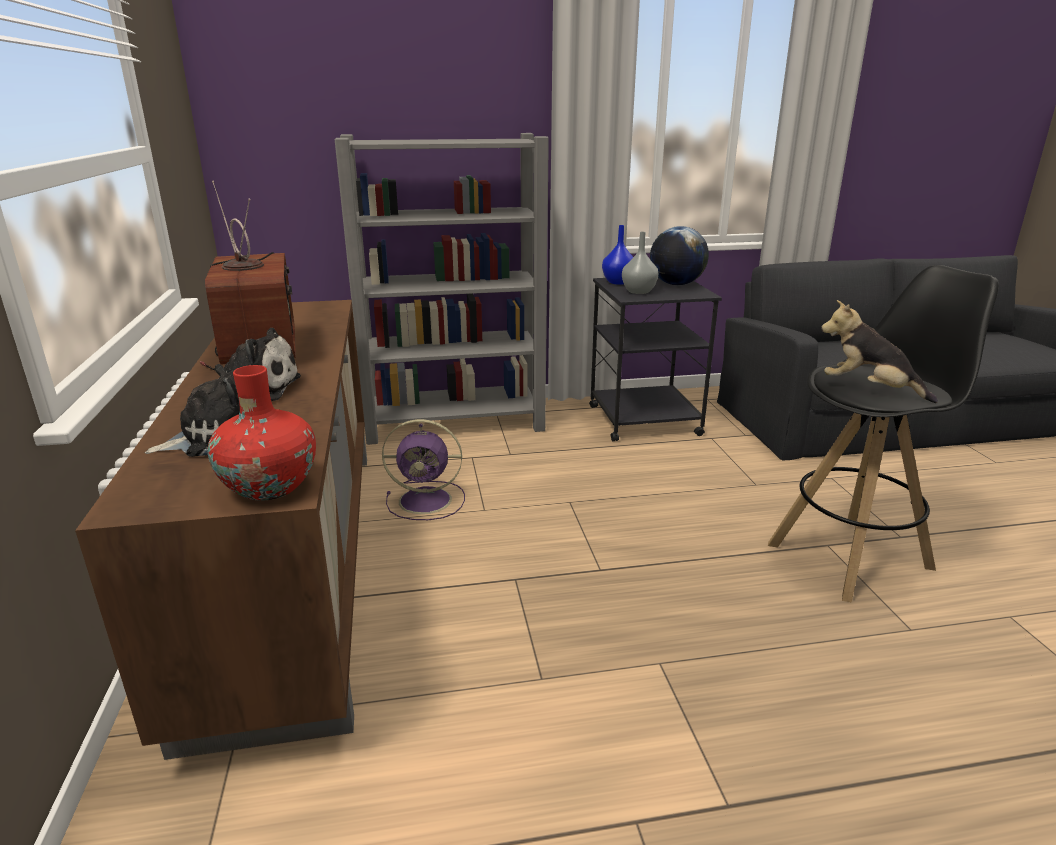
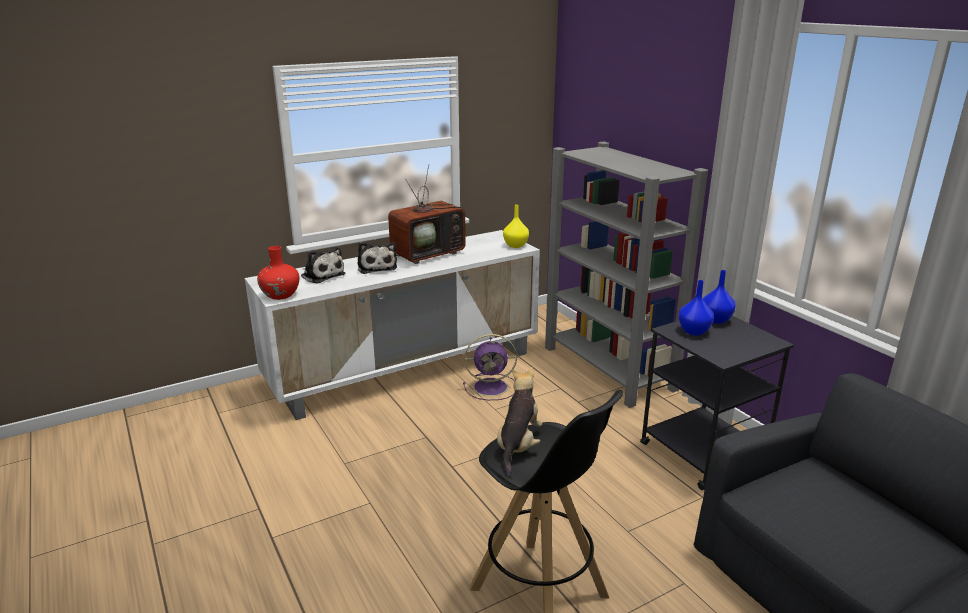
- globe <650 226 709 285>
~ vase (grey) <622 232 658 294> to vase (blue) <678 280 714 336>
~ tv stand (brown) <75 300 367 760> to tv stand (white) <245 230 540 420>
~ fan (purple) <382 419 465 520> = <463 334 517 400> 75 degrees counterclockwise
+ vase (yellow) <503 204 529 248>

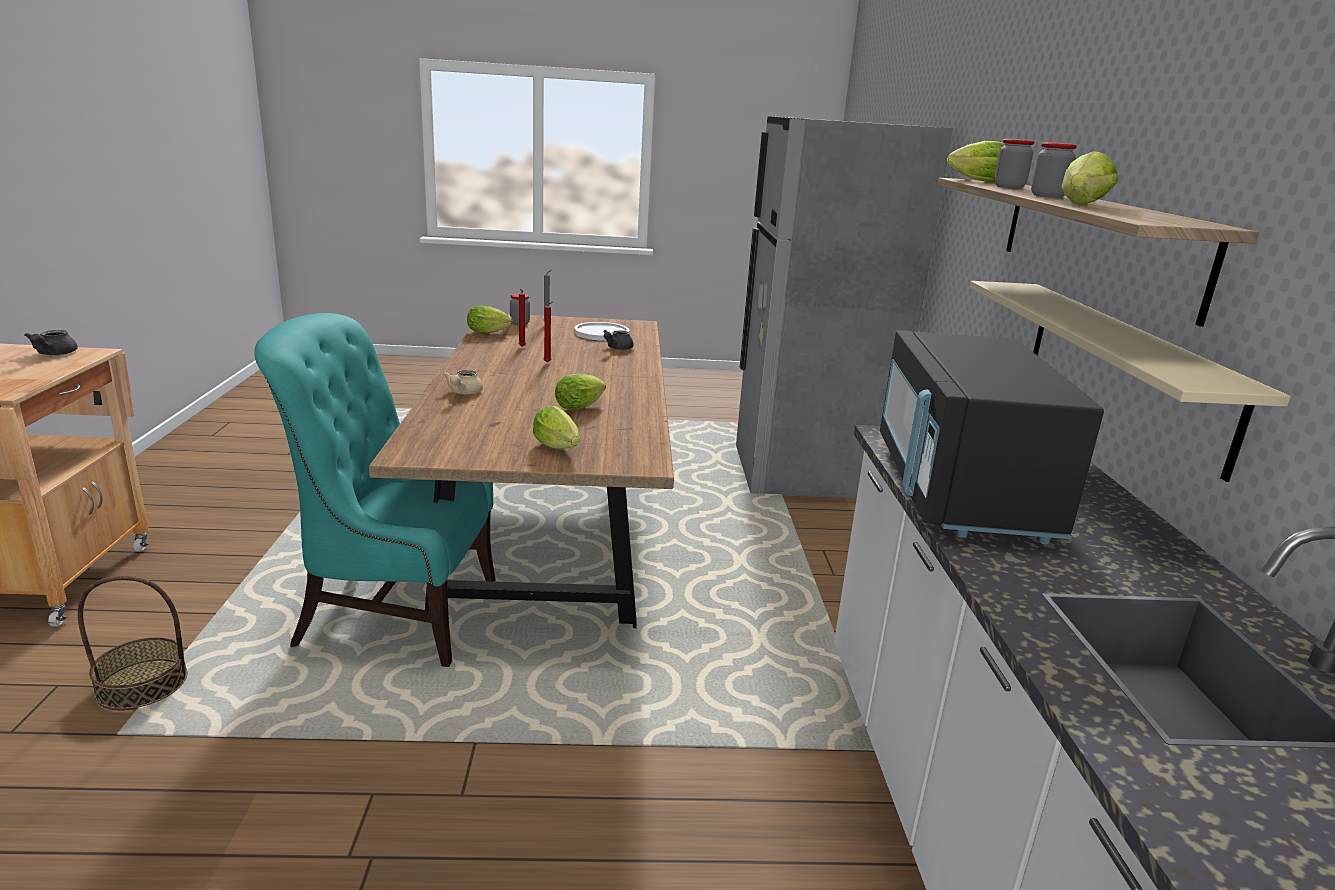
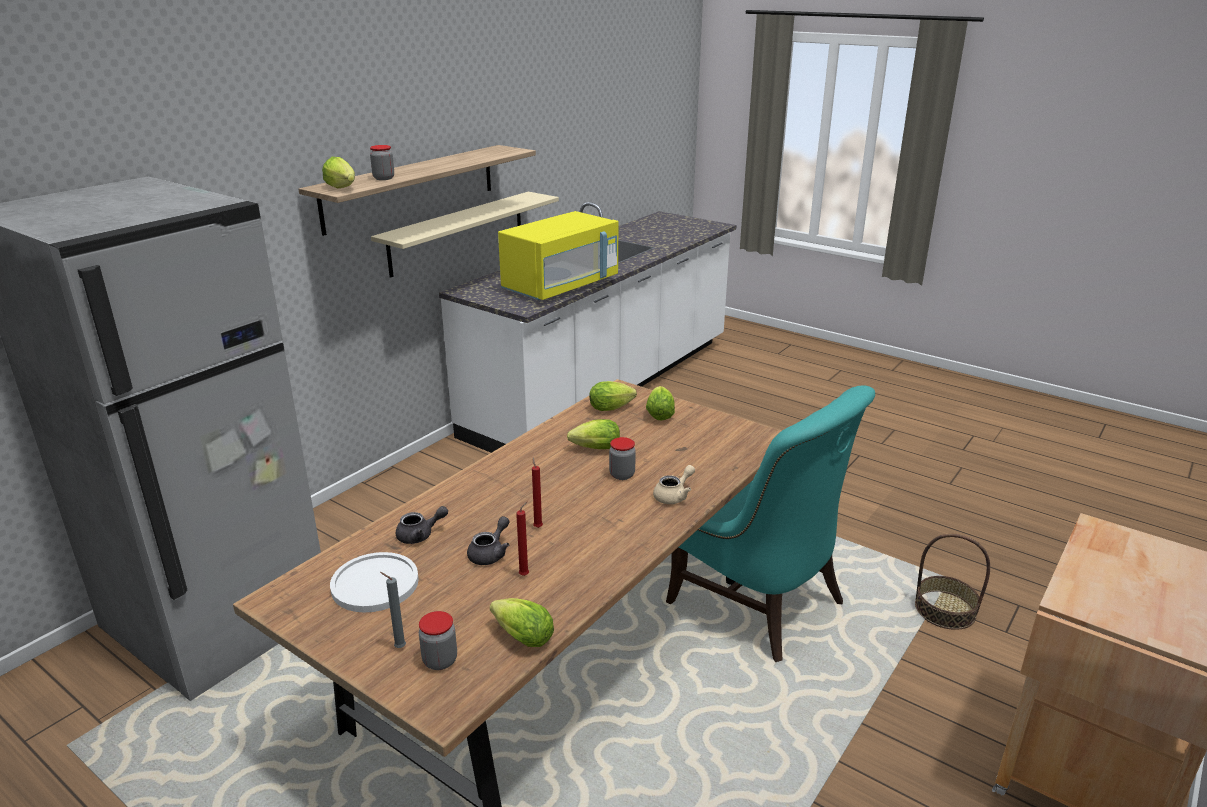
~ jar <1031 142 1077 198> to <609 437 636 480>
~ lettuce <1061 151 1118 204> to <589 381 637 411>
~ teapot (grey) <24 330 78 355> to <467 516 509 565>
~ microwave (black) <880 330 1104 545> to microwave (yellow) <498 211 618 300>

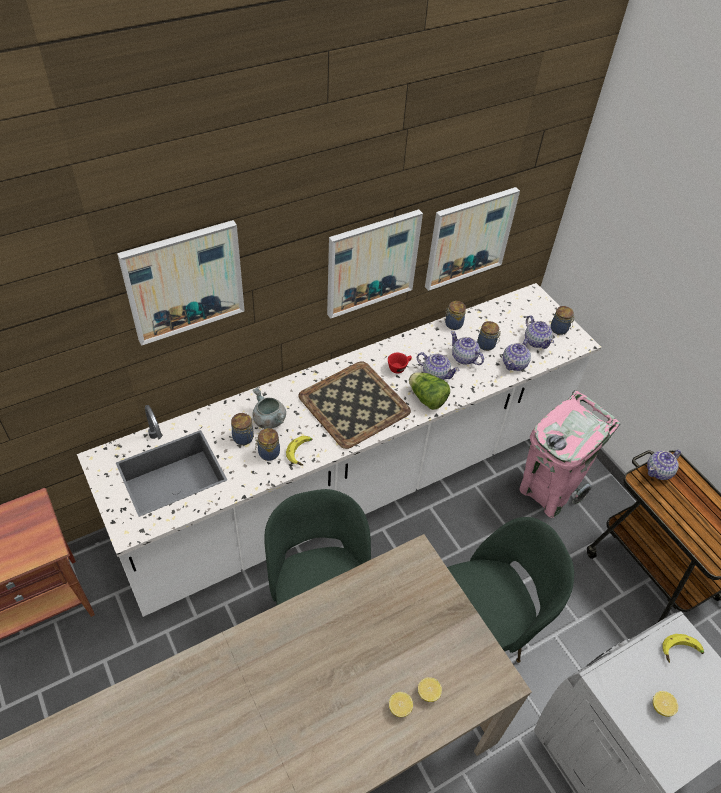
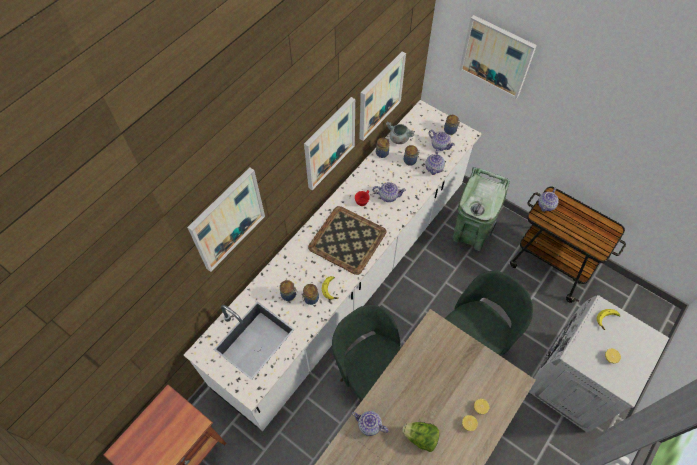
~ teapot <451 331 484 365> to <352 411 389 436>
~ lettuce <409 372 450 410> to <402 422 439 452>
~ cooking pot (grey) <252 388 286 429> to <386 122 415 144>
~ trash can (pink) <519 390 620 518> to trash can (green) <453 167 510 251>
+ picture <459 15 537 99>

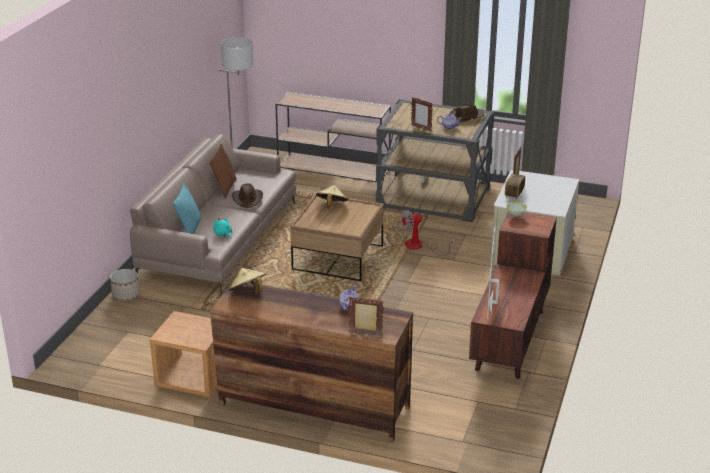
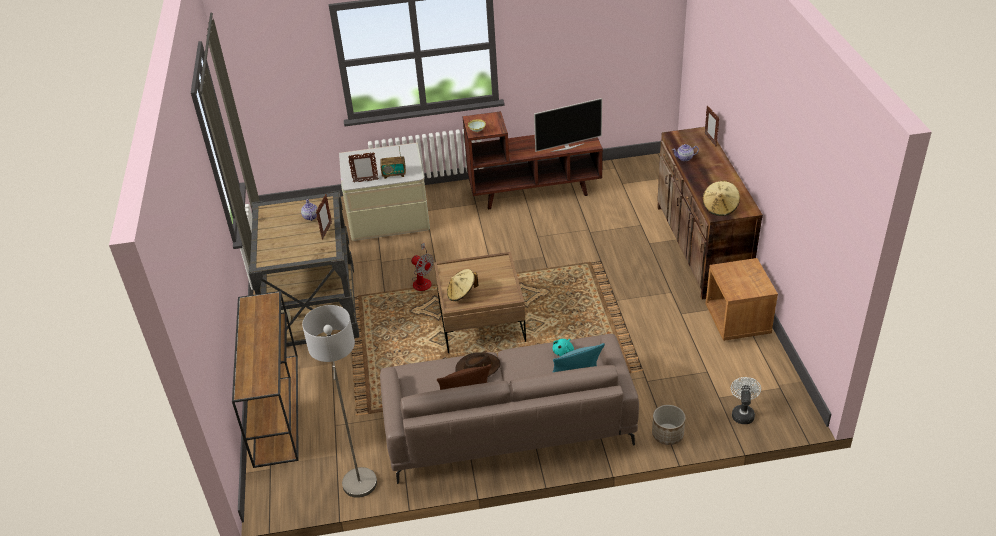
- hat (brown) <449 104 485 121>
+ fan (white) <731 377 761 424>

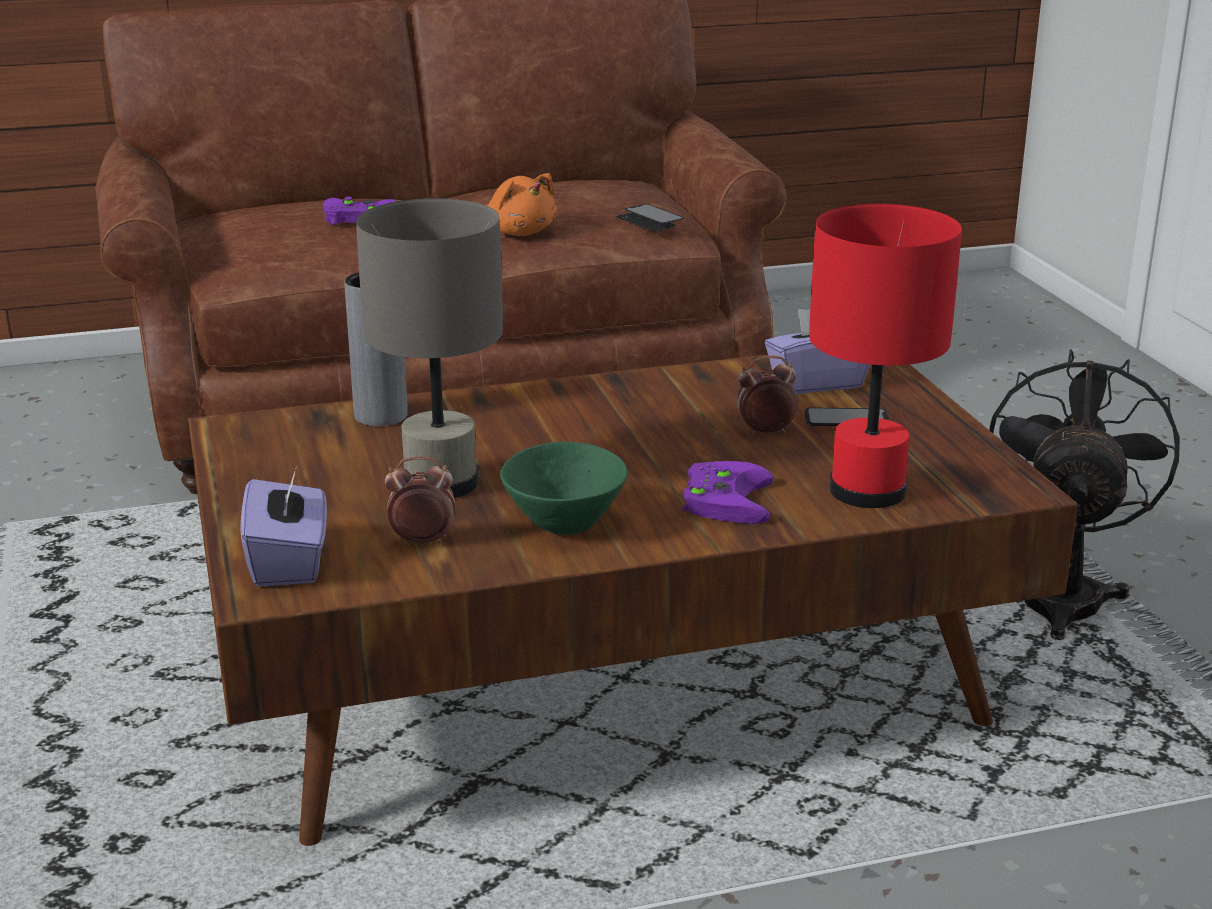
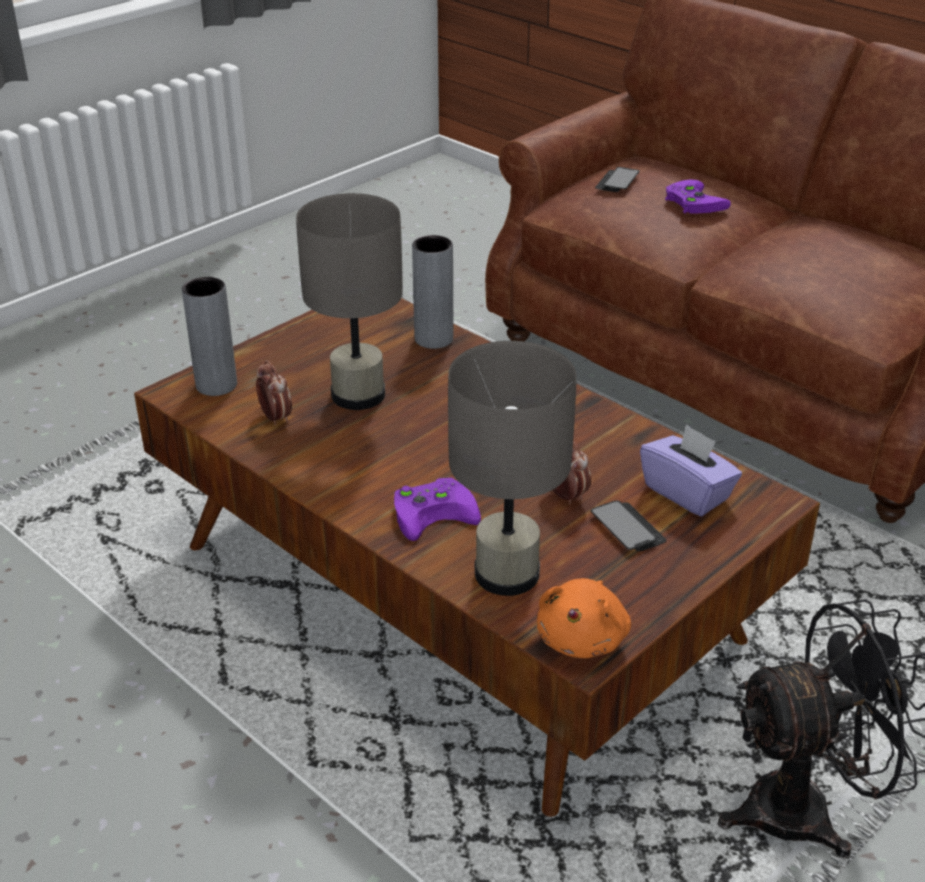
~ plush toy (orange) <486 173 557 236> to <537 578 631 658>
~ phone <616 204 684 231> to <595 167 640 192>
~ table lamp (red) <809 204 962 508> to table lamp (grey) <448 341 577 596>
- bowl (green) <500 441 628 535>
~ tissue box (purple) <240 467 327 587> to vase (grey) <182 277 237 396>

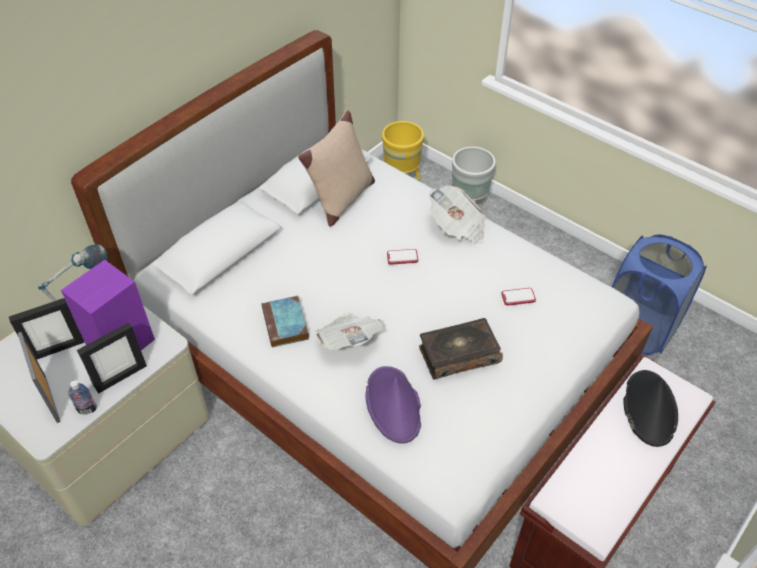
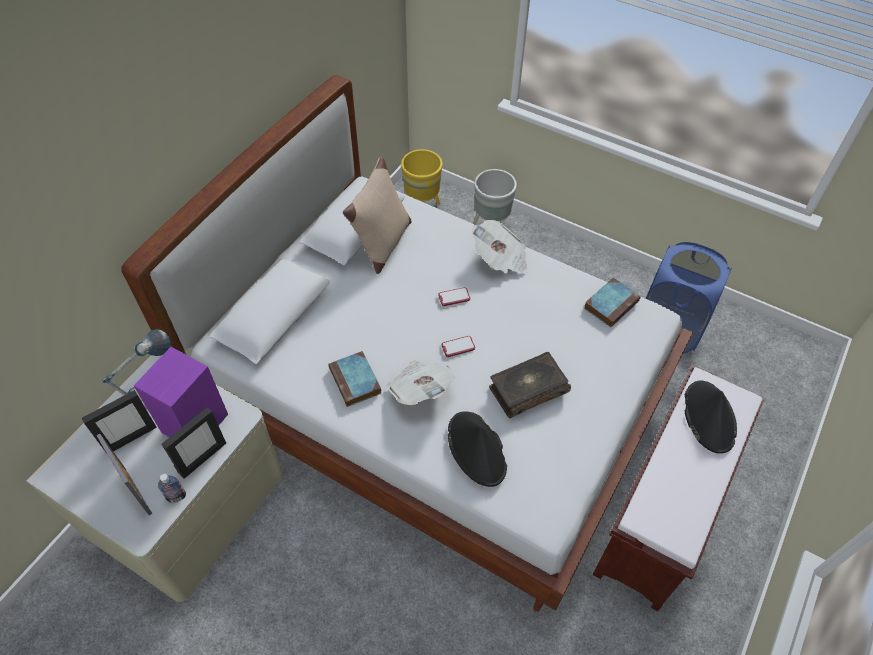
~ phone <501 288 536 306> to <442 336 475 357>
~ hat (purple) <366 366 421 444> to hat (black) <448 411 507 487>
+ book <584 278 641 327>

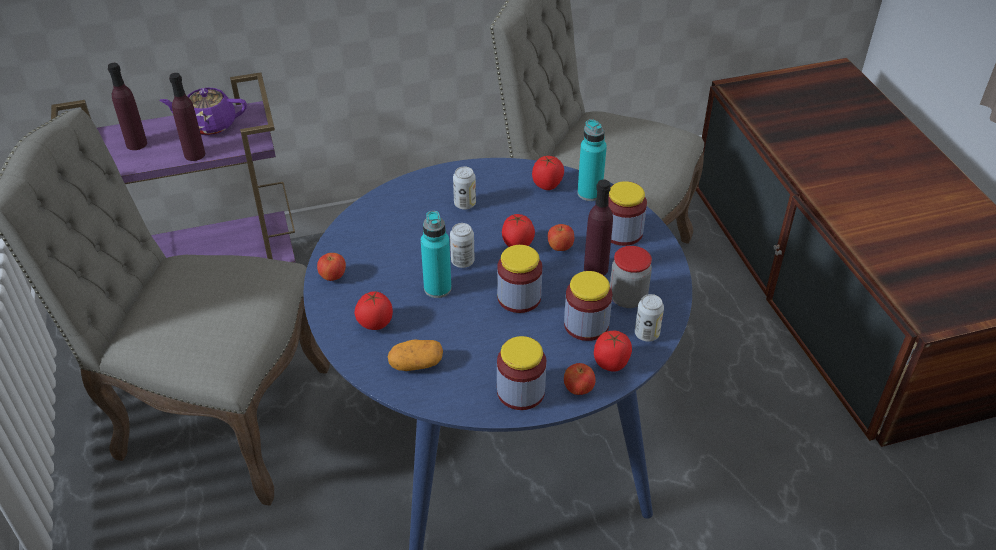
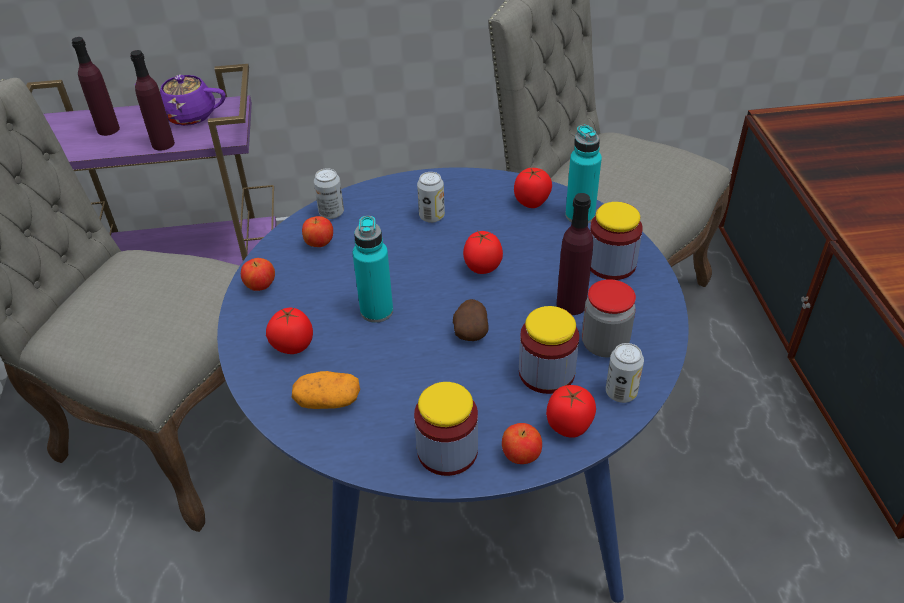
~ can <450 223 474 268> to <314 168 344 219>
~ apple <548 224 574 251> to <302 216 333 247>
~ jar <497 245 542 313> to potato <453 299 489 341>

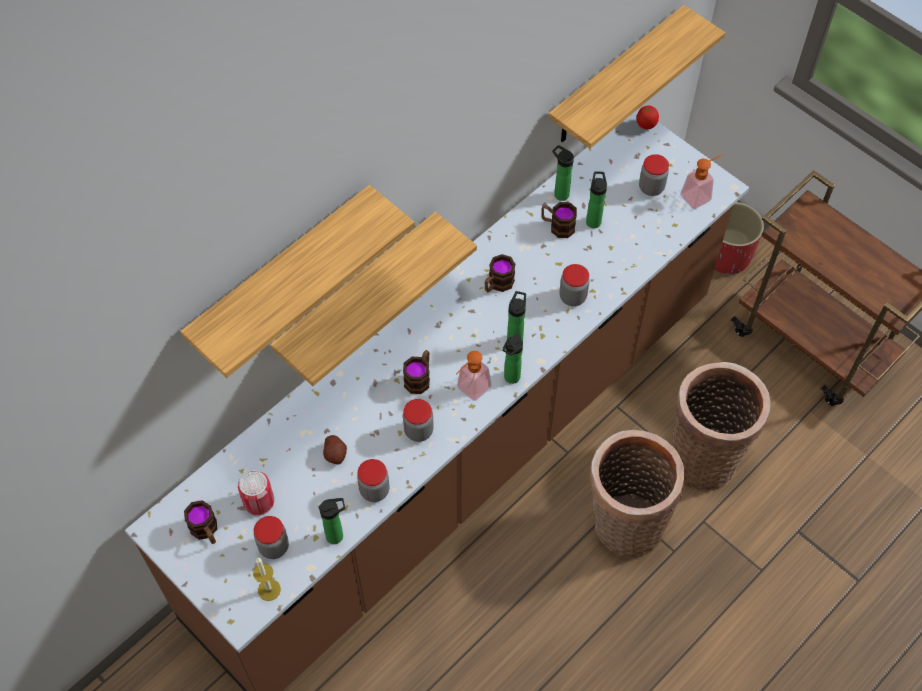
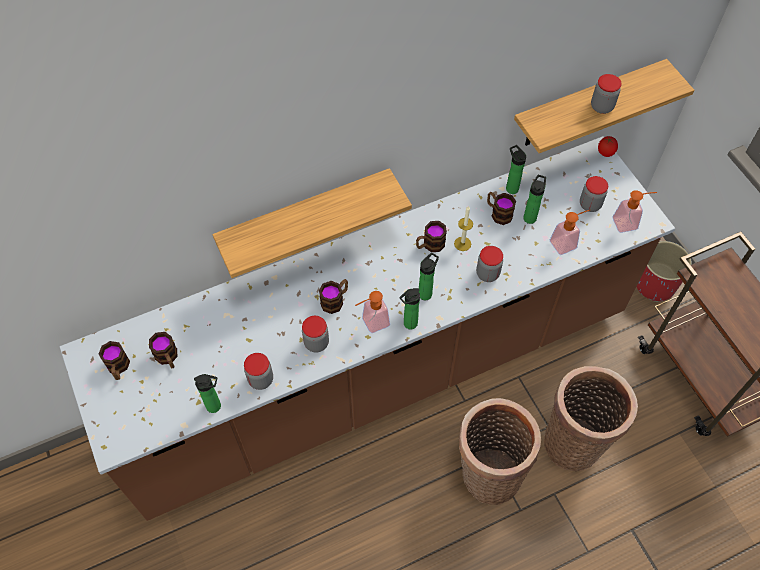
- shelf <180 185 415 378>
- potato <323 435 347 464>
~ can <238 471 274 516> to mug <149 332 177 368>
~ jar <254 516 289 559> to <591 74 622 114>
~ candle <253 558 281 601> to <454 206 473 251>
+ soap dispenser <550 210 590 255>

